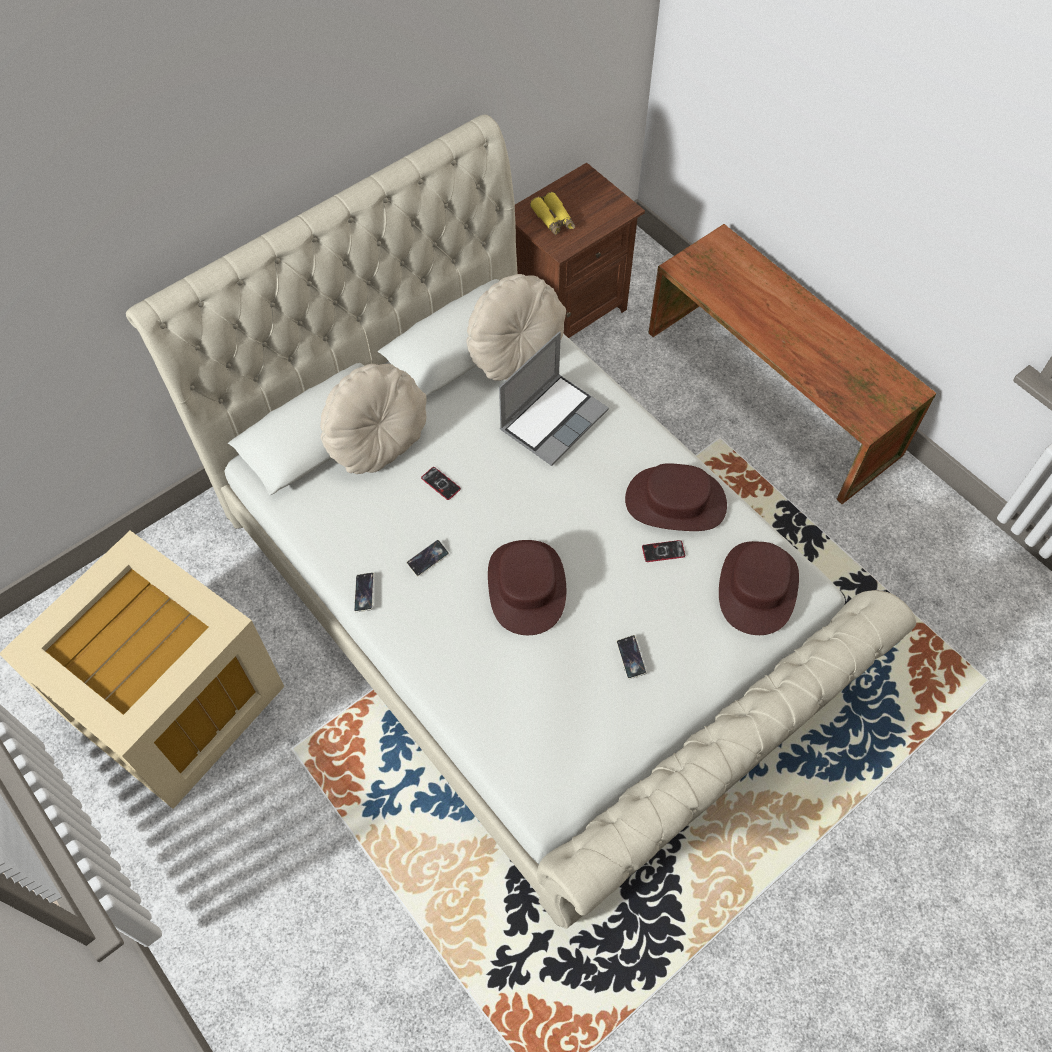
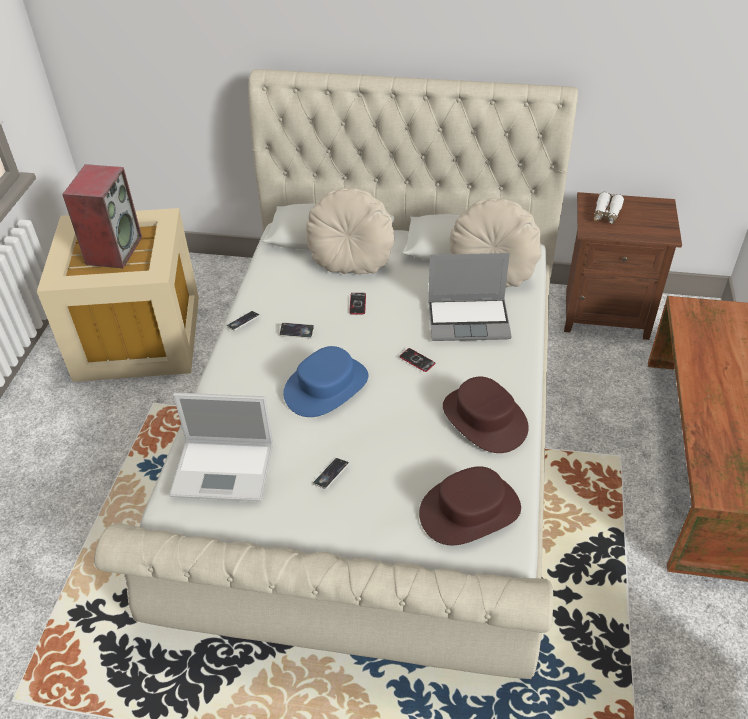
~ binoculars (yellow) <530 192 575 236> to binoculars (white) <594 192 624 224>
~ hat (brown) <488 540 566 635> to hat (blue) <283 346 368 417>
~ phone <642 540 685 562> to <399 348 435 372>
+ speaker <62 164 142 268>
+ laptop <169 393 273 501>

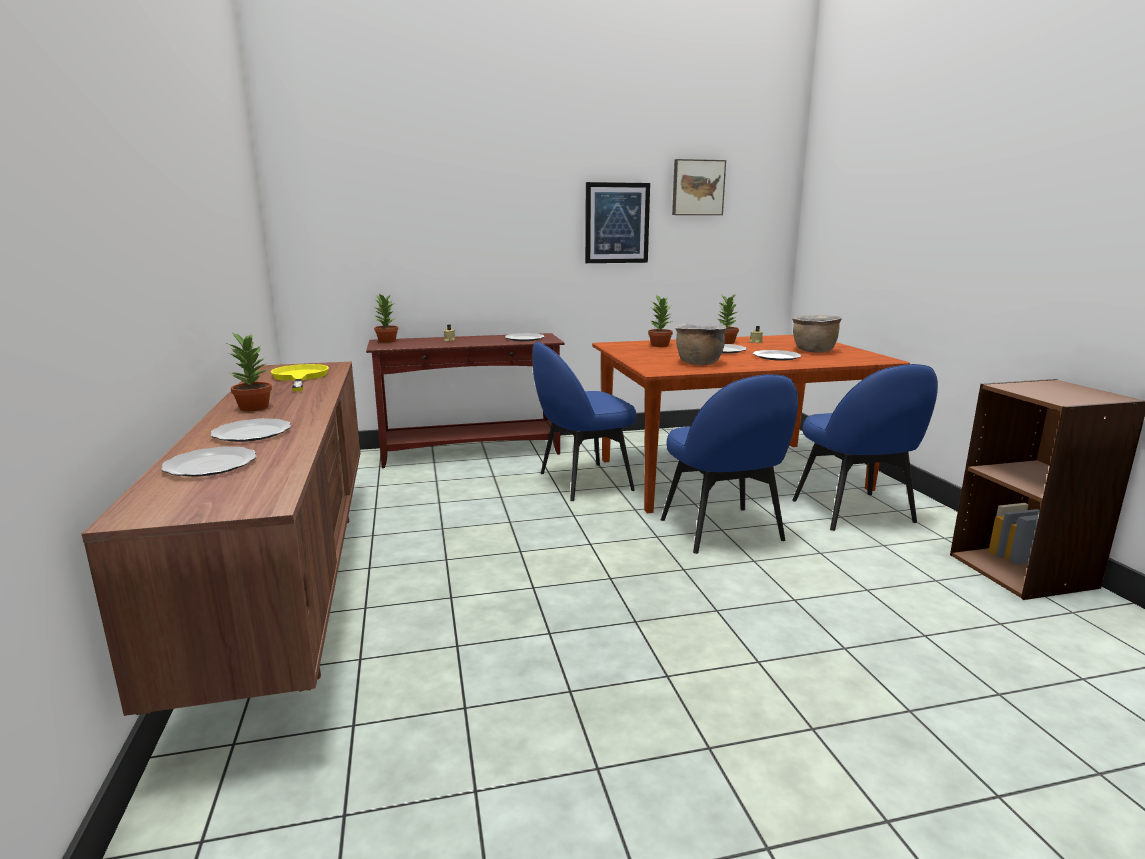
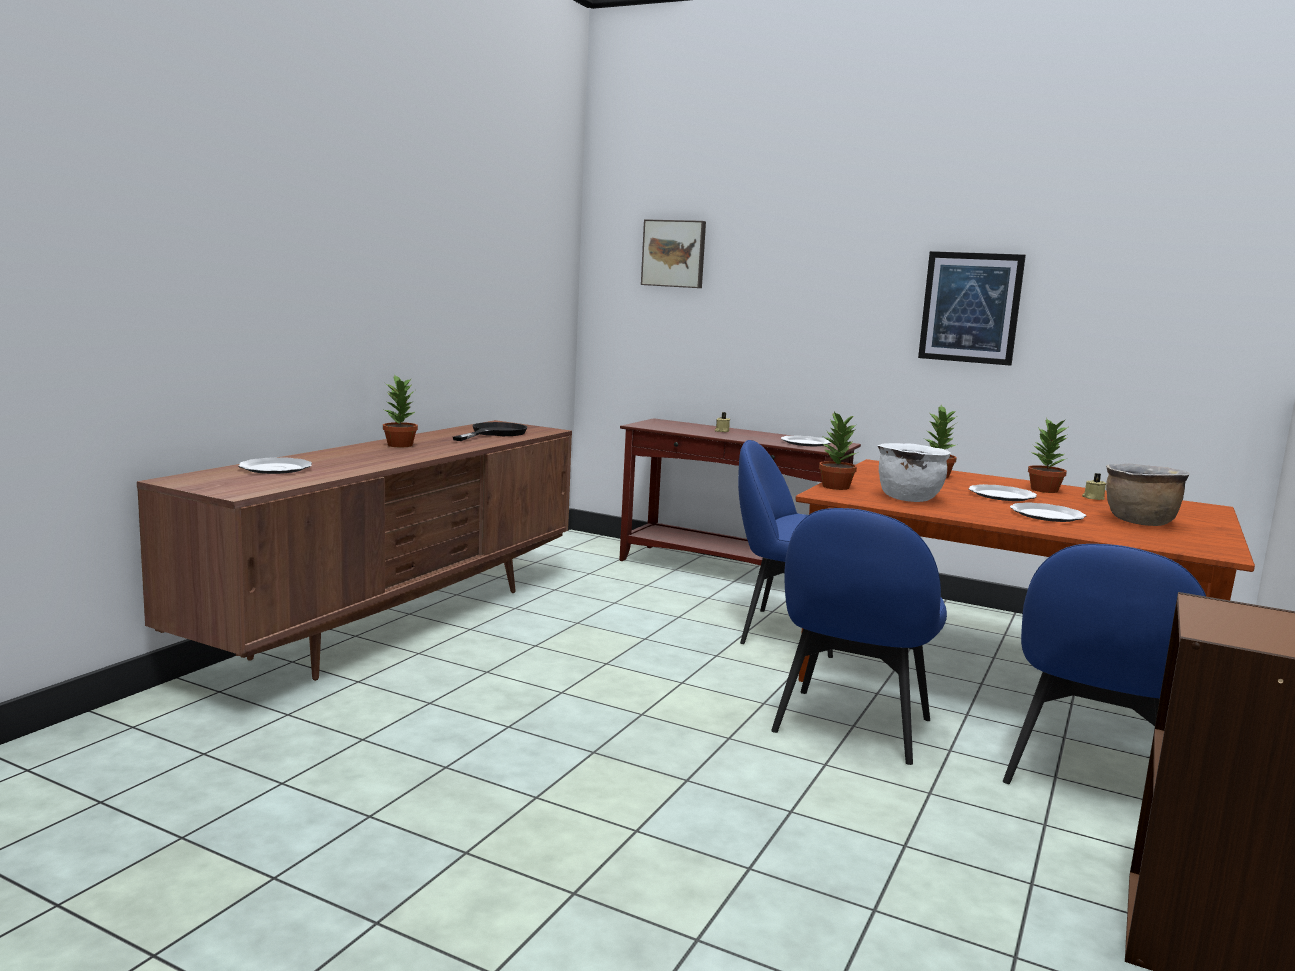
~ picture <672 159 726 215> to <641 219 706 288>
~ potted plant <374 294 398 343> to <819 412 859 490>
~ cooking pot (brown) <675 324 727 365> to cooking pot (white) <878 443 951 502>
~ frying pan (yellow) <271 364 329 391> to frying pan (black) <453 422 527 441>
- plate <211 418 291 442>

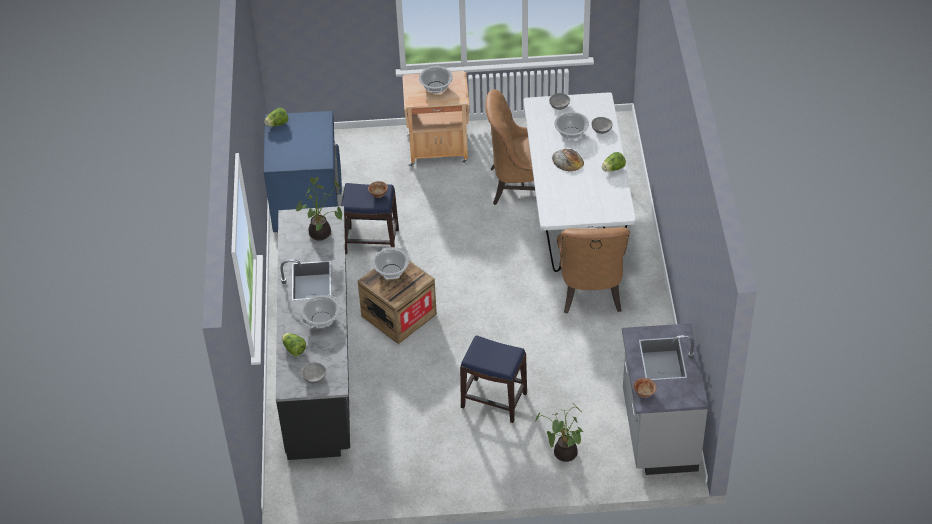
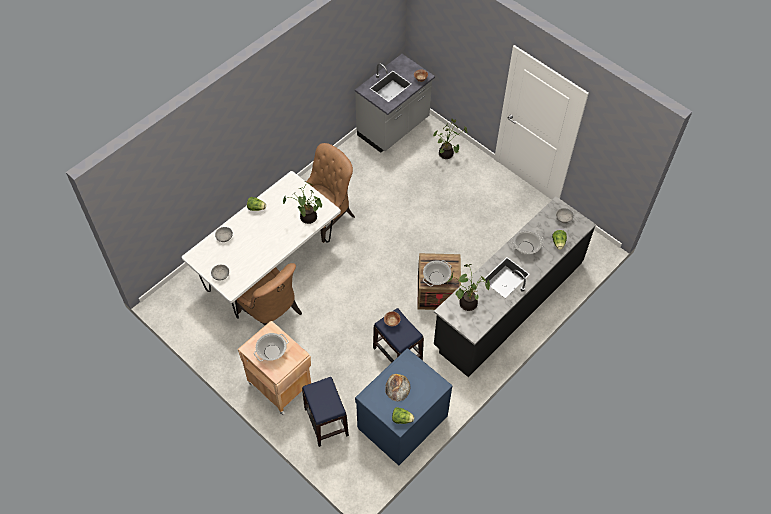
- cooking pot <554 111 589 140>
~ bread <552 149 584 172> to <385 374 410 401>
~ stool <460 336 527 423> to <302 377 349 447>
+ potted plant <283 183 322 224>

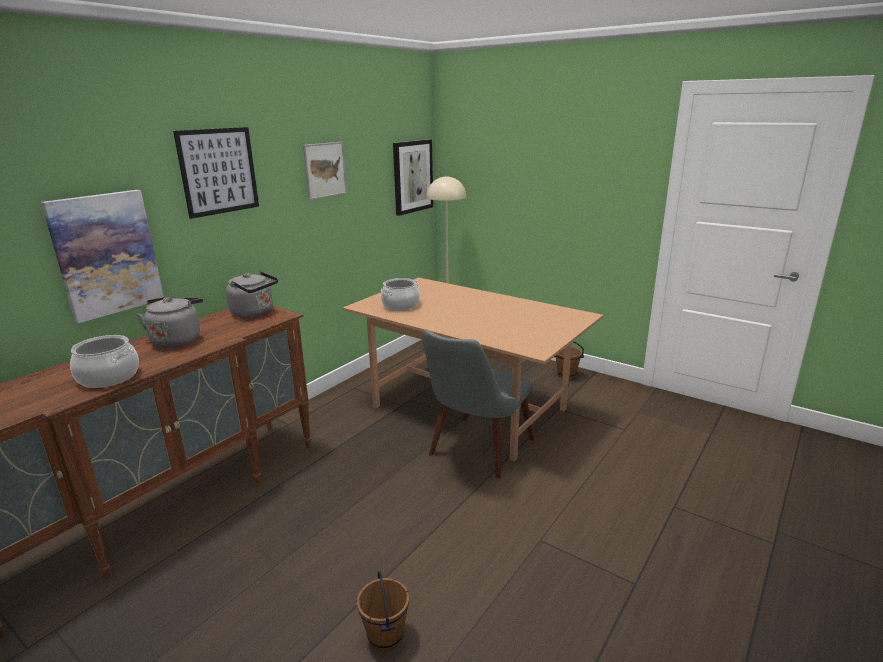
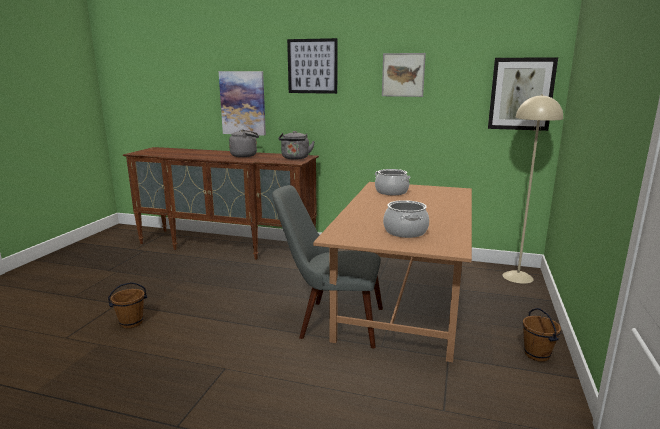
~ cooking pot <70 335 139 388> to <383 200 429 238>

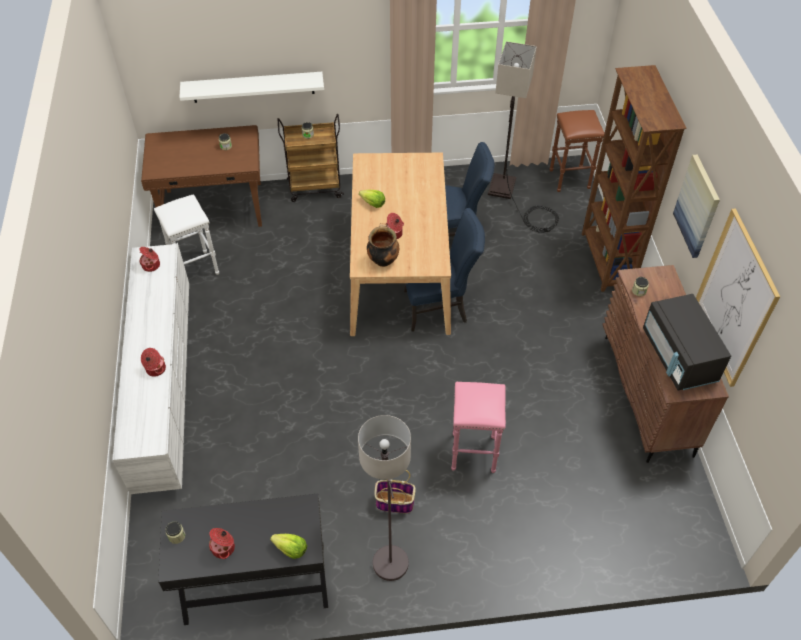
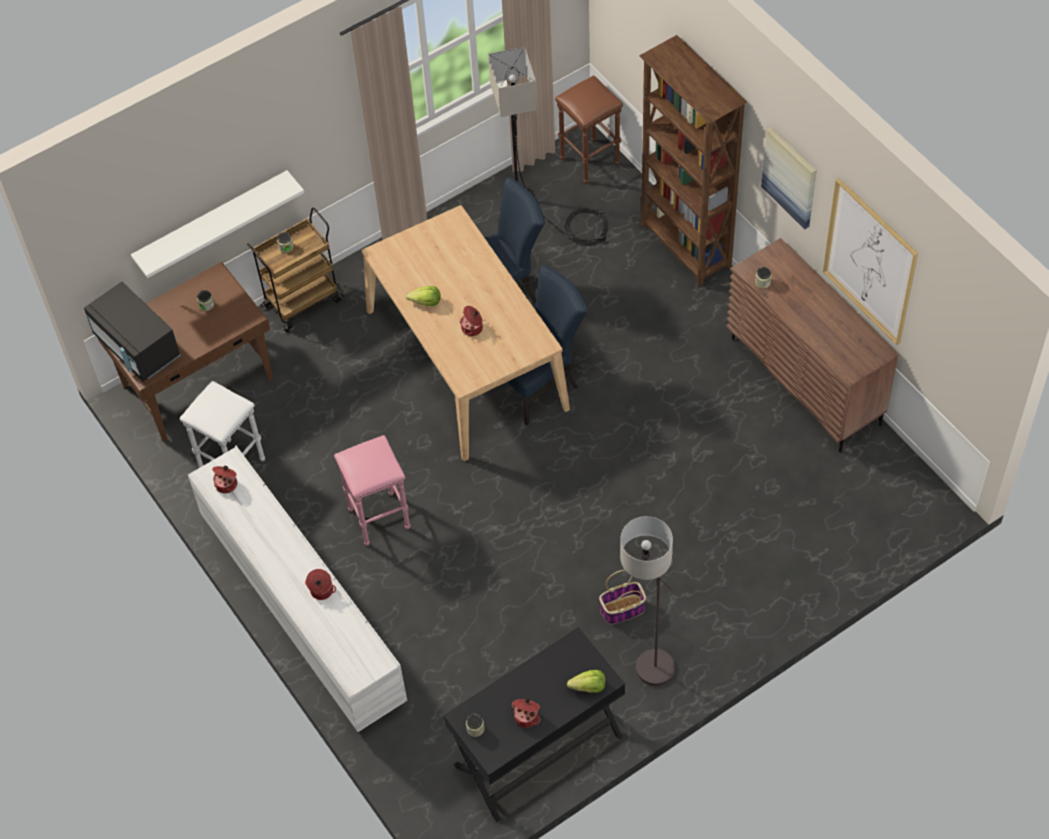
- cooking pot <367 223 399 267>
~ microwave (black) <643 294 731 390> to <84 282 181 381>
~ stool (pink) <451 382 506 473> to <334 435 410 546>

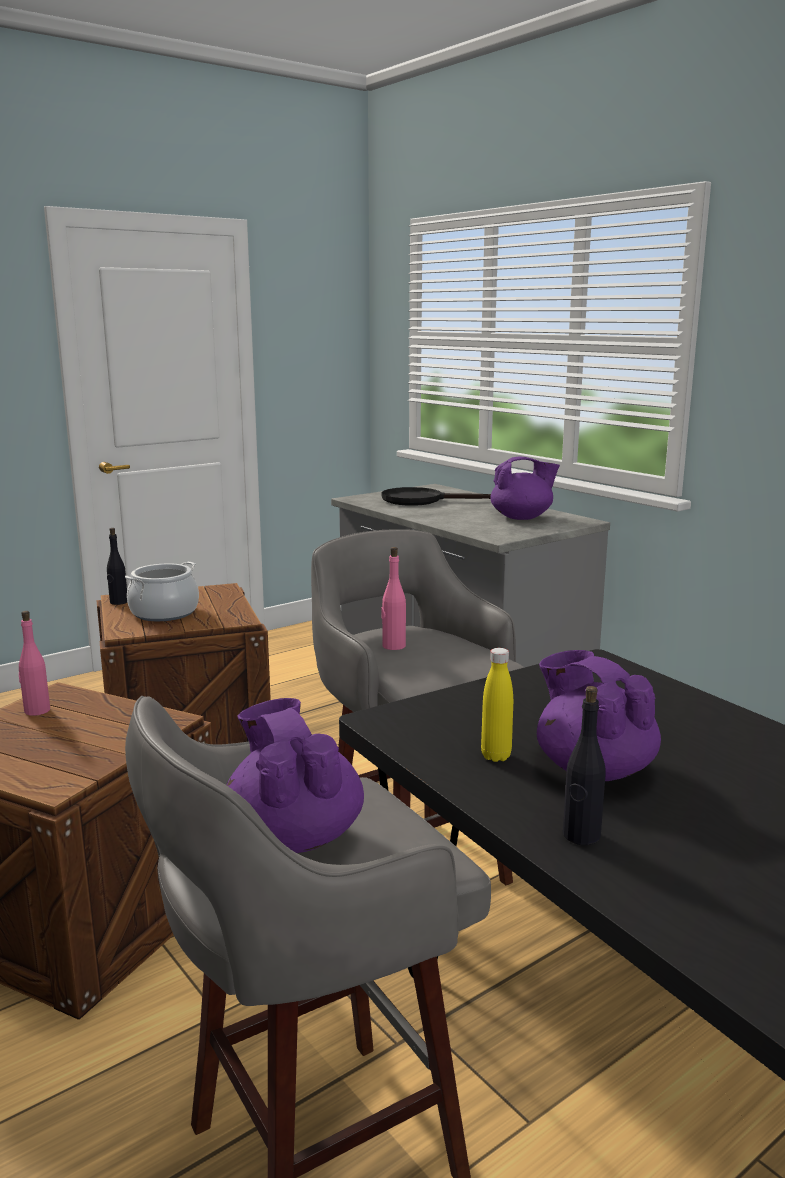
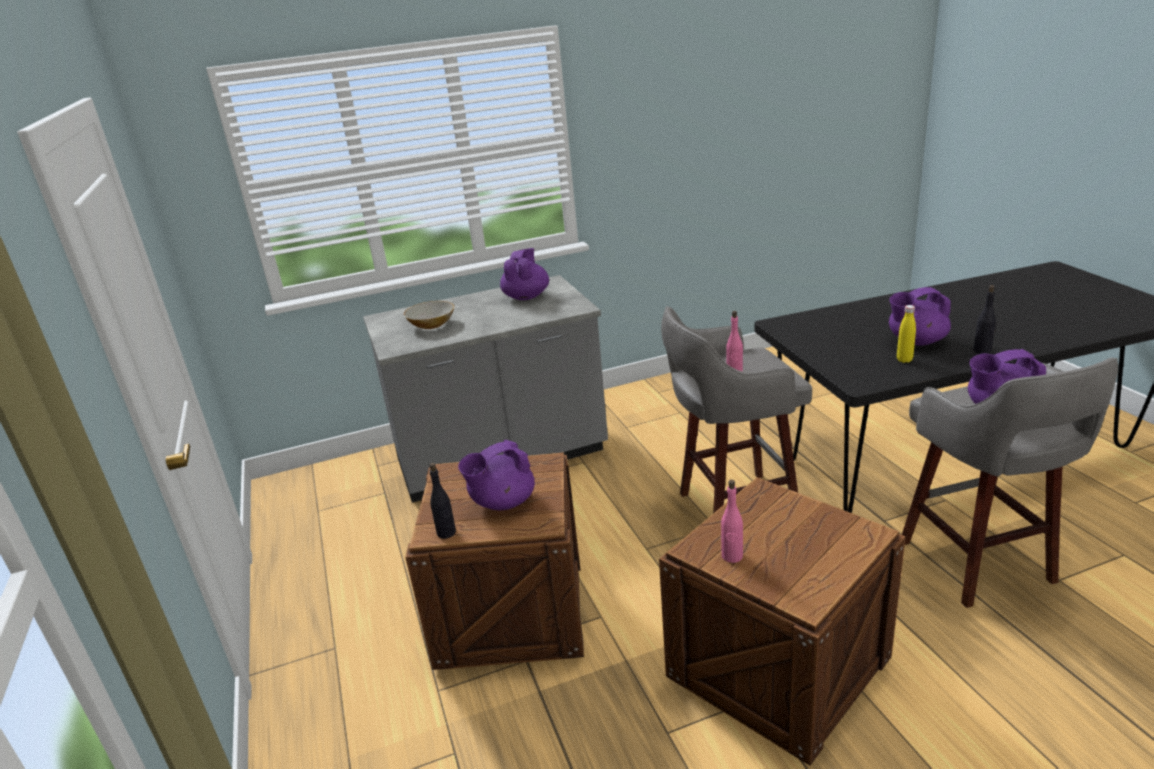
~ frying pan (black) <382 487 491 506> to bowl <404 301 454 329>
~ cooking pot <125 562 199 621> to teapot (purple) <458 440 535 510>

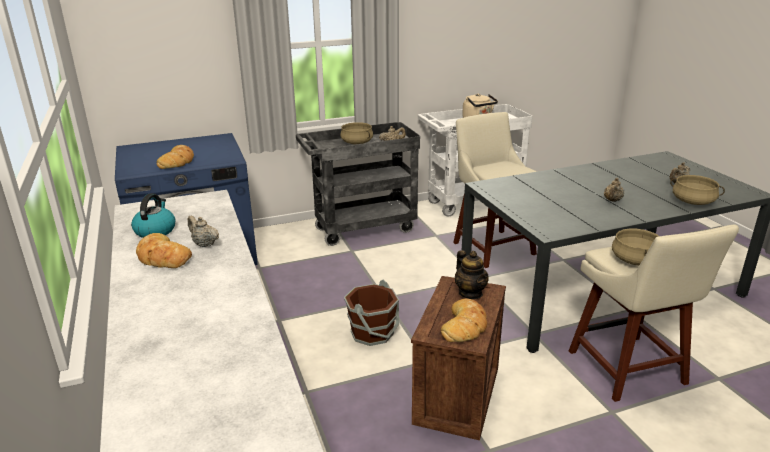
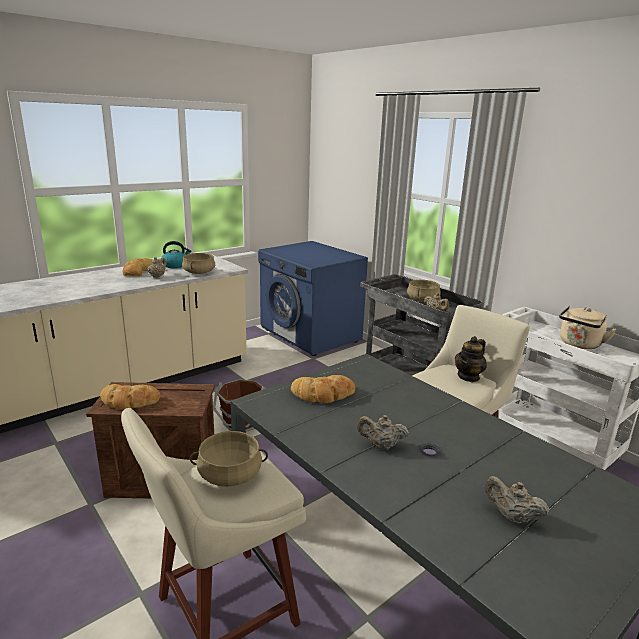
~ bread <157 145 194 169> to <291 375 355 403>
~ cooking pot (beige) <670 175 725 205> to <182 253 215 274>
~ teapot <455 250 489 299> to <455 336 487 382>

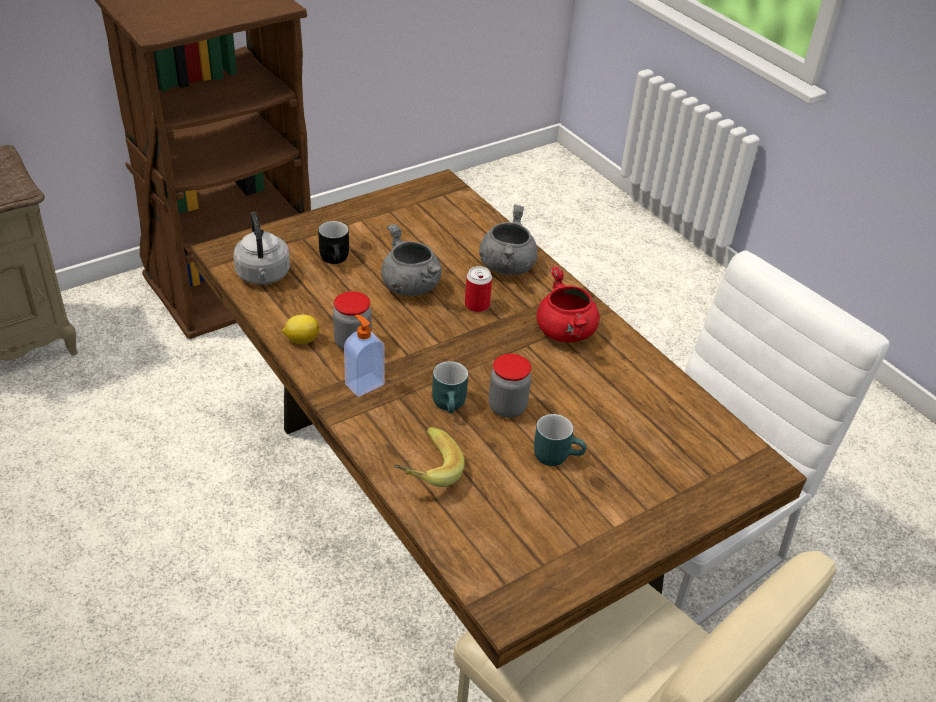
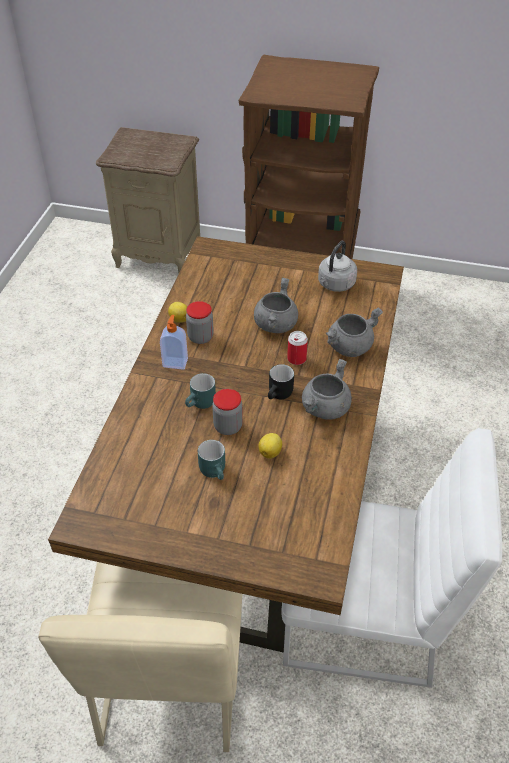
~ kettle (grey) <233 212 290 285> to <318 241 357 292>
~ mug (black) <318 221 349 264> to <268 364 294 399>
~ cooking pot (red) <537 267 600 342> to cooking pot (grey) <302 359 352 420>
- banana <394 427 464 487>
+ lemon <258 433 282 459>

